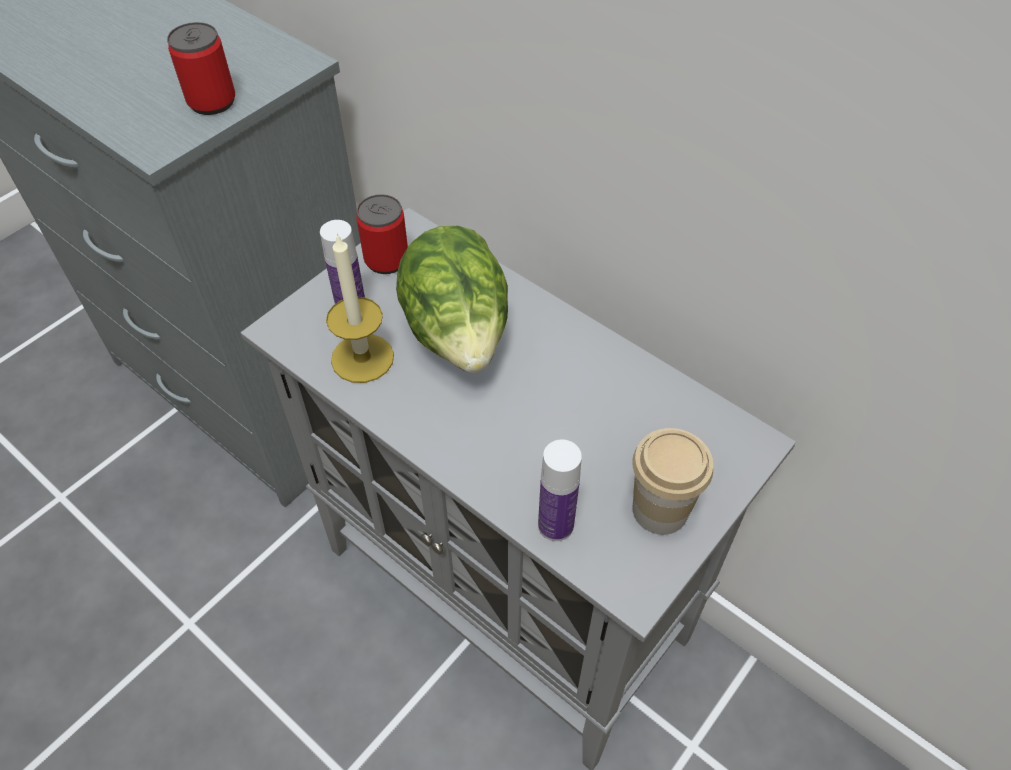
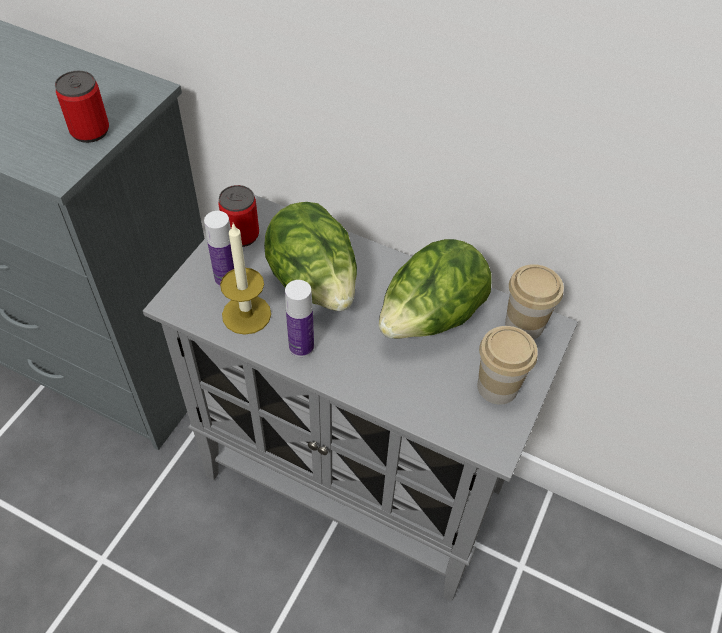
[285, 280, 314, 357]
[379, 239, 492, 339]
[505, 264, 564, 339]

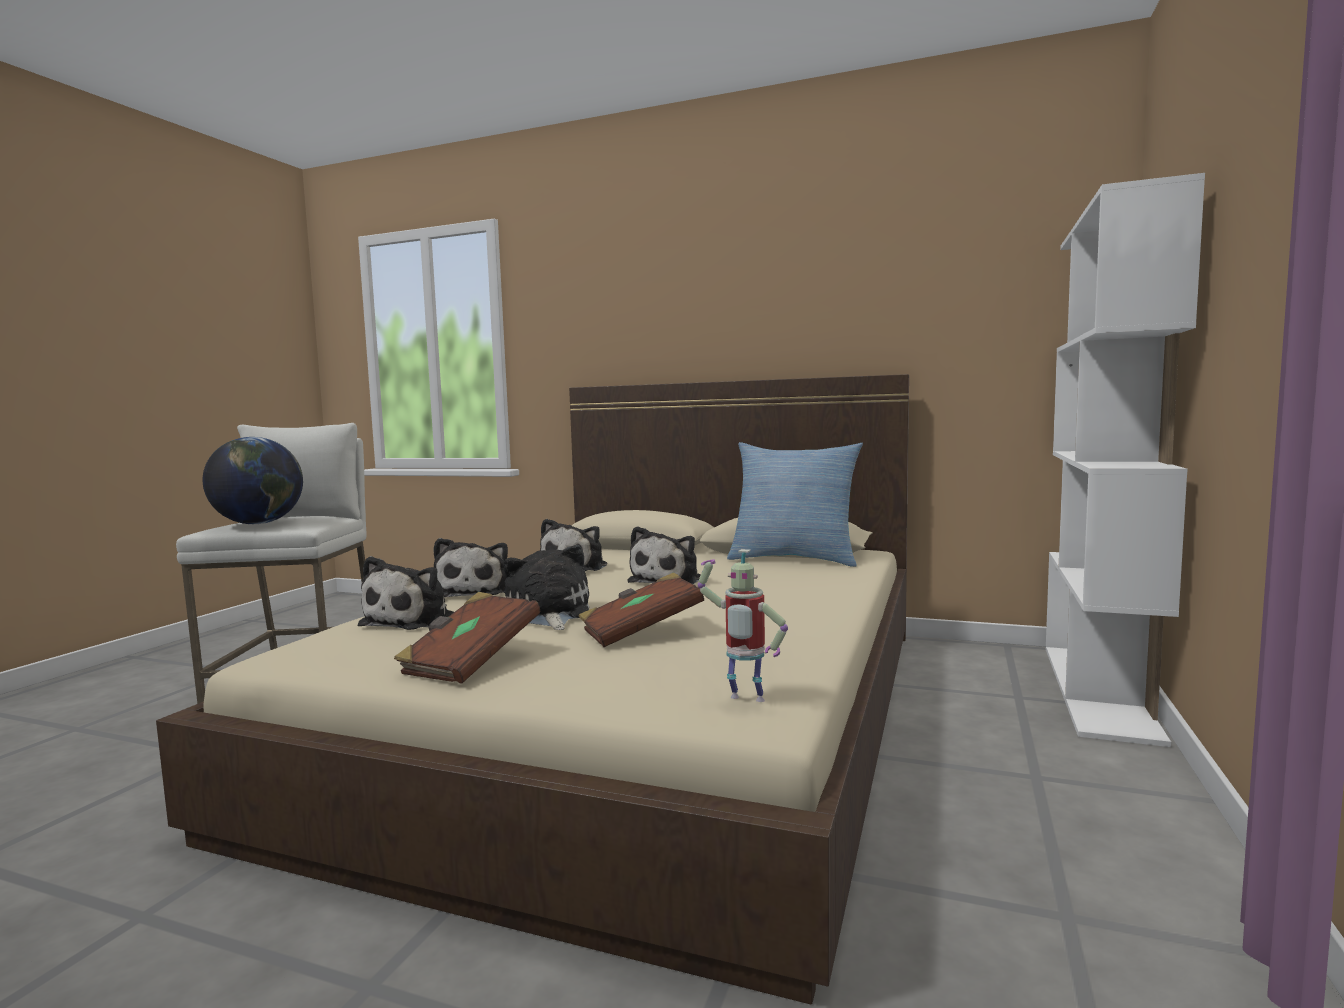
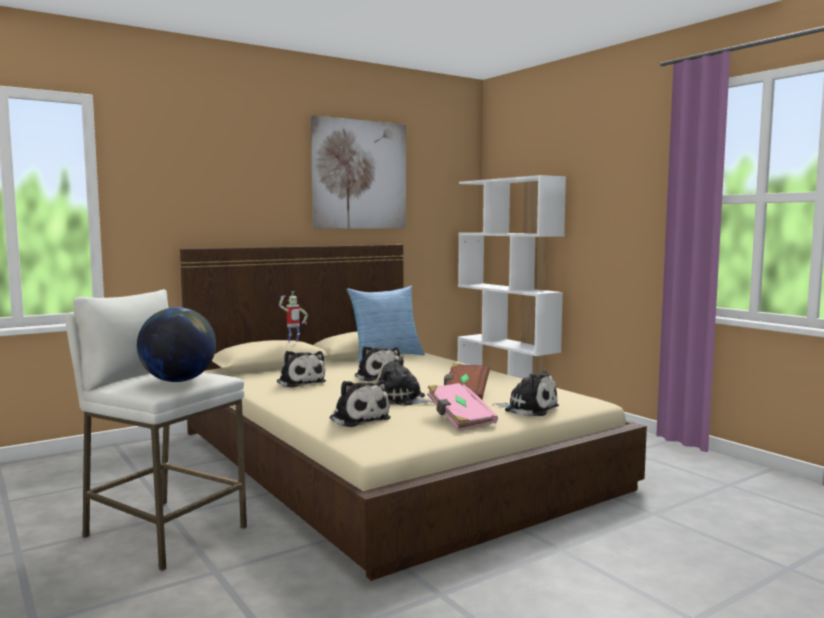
[492, 370, 559, 416]
[279, 291, 308, 343]
[427, 383, 498, 430]
[311, 115, 406, 229]

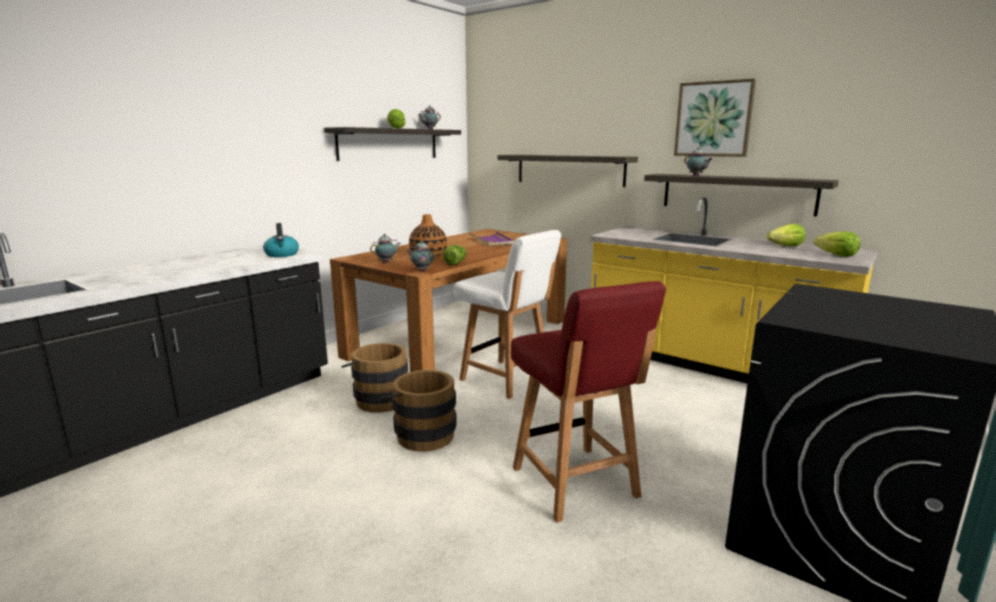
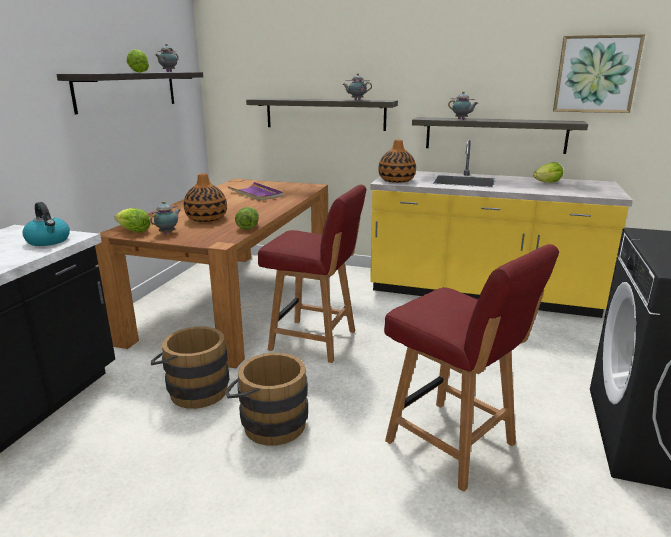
[553, 34, 645, 113]
[258, 185, 366, 363]
[115, 208, 151, 233]
[342, 73, 372, 101]
[378, 140, 416, 183]

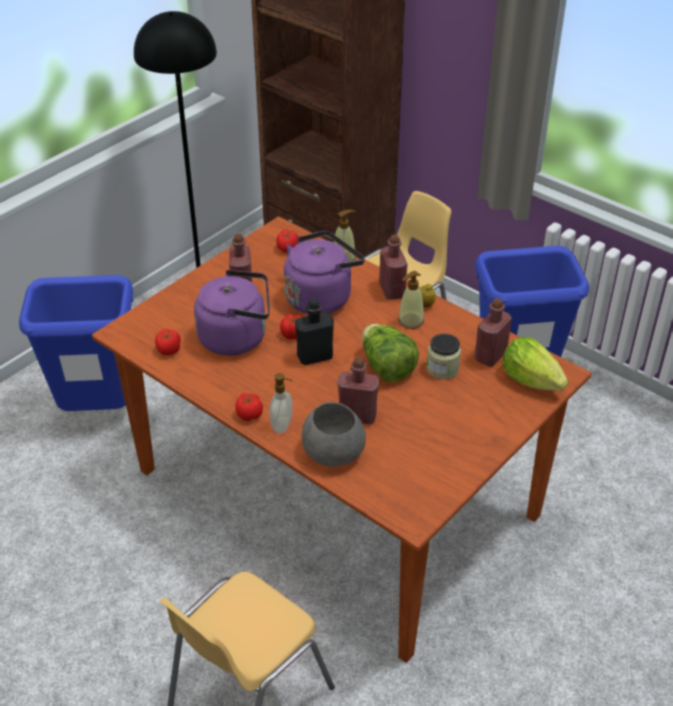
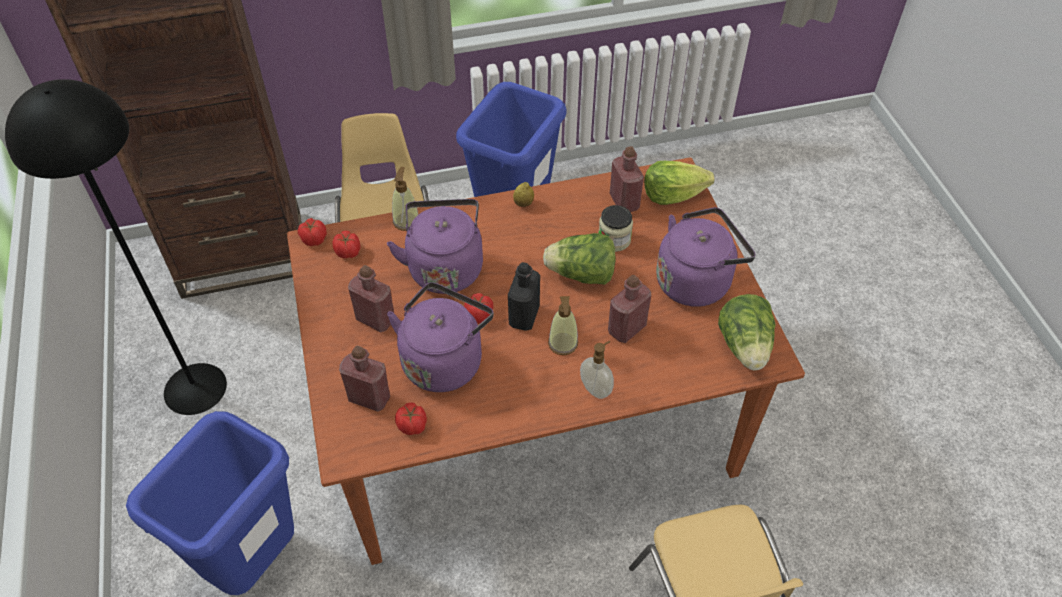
[339, 345, 390, 412]
[548, 296, 578, 355]
[298, 218, 327, 246]
[302, 402, 366, 467] (first image)
[656, 207, 756, 307]
[718, 294, 776, 371]

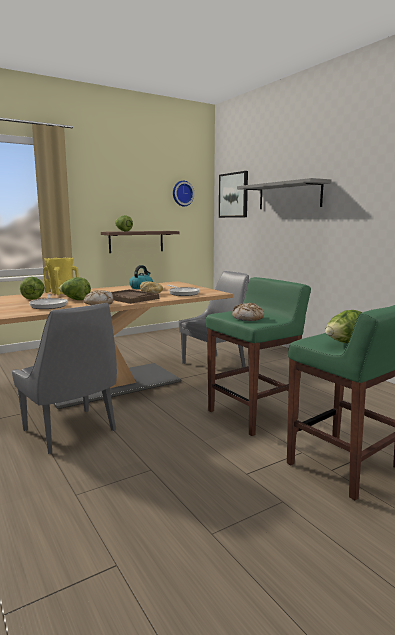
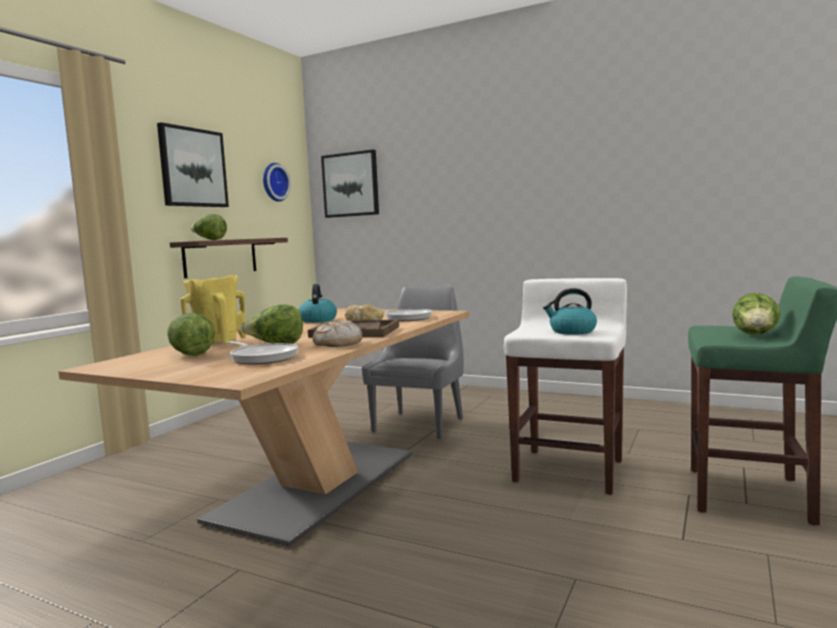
[237, 178, 331, 209] (first image)
[504, 278, 627, 495]
[12, 303, 117, 454] (first image)
[543, 288, 597, 335]
[157, 122, 229, 207]

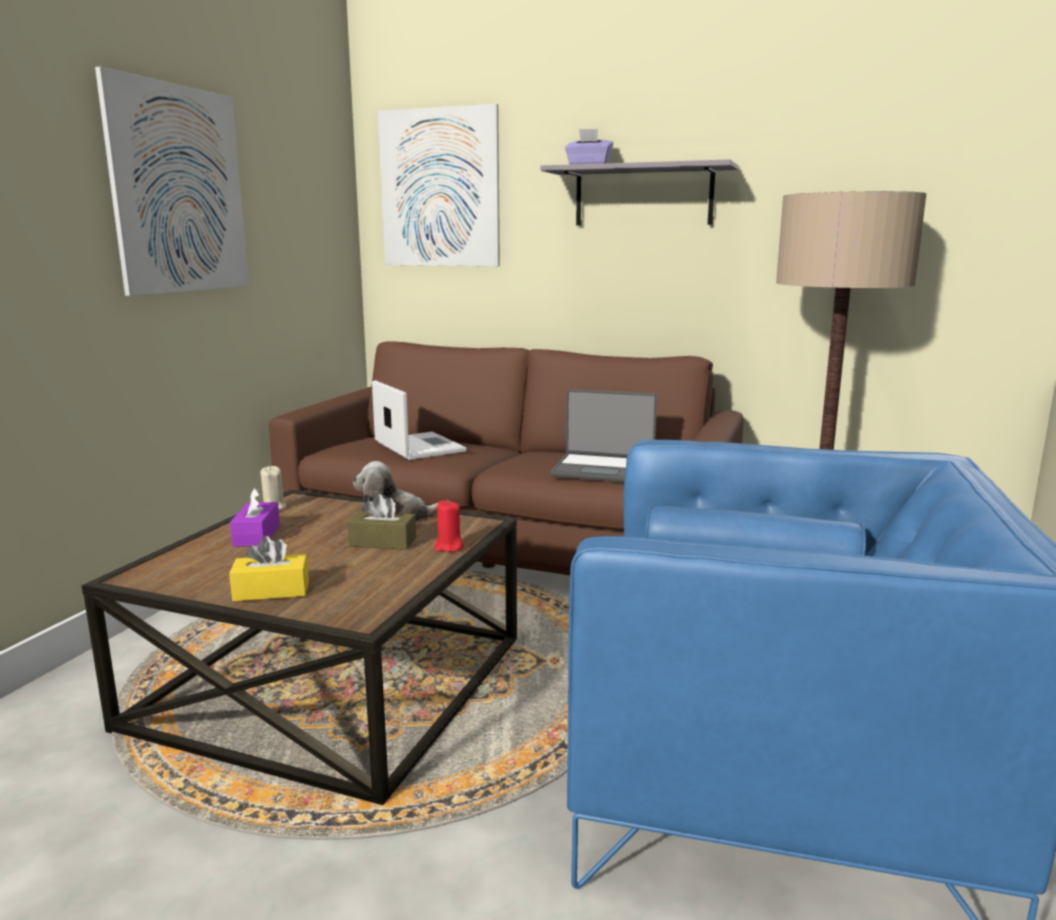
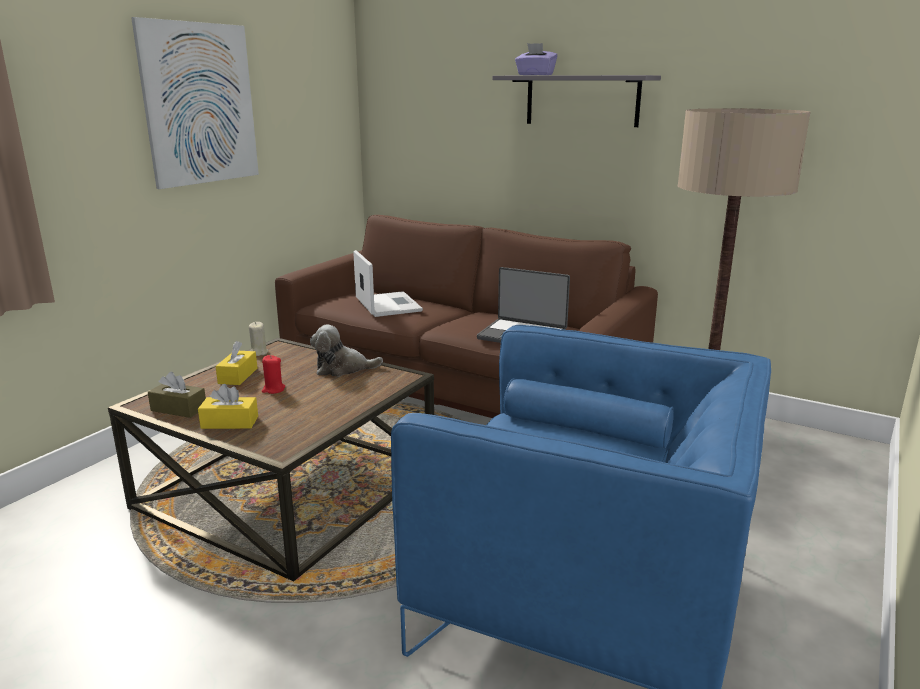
[378, 104, 500, 266] (first image)
[215, 341, 257, 385]
[148, 372, 206, 418]
[262, 355, 285, 394]

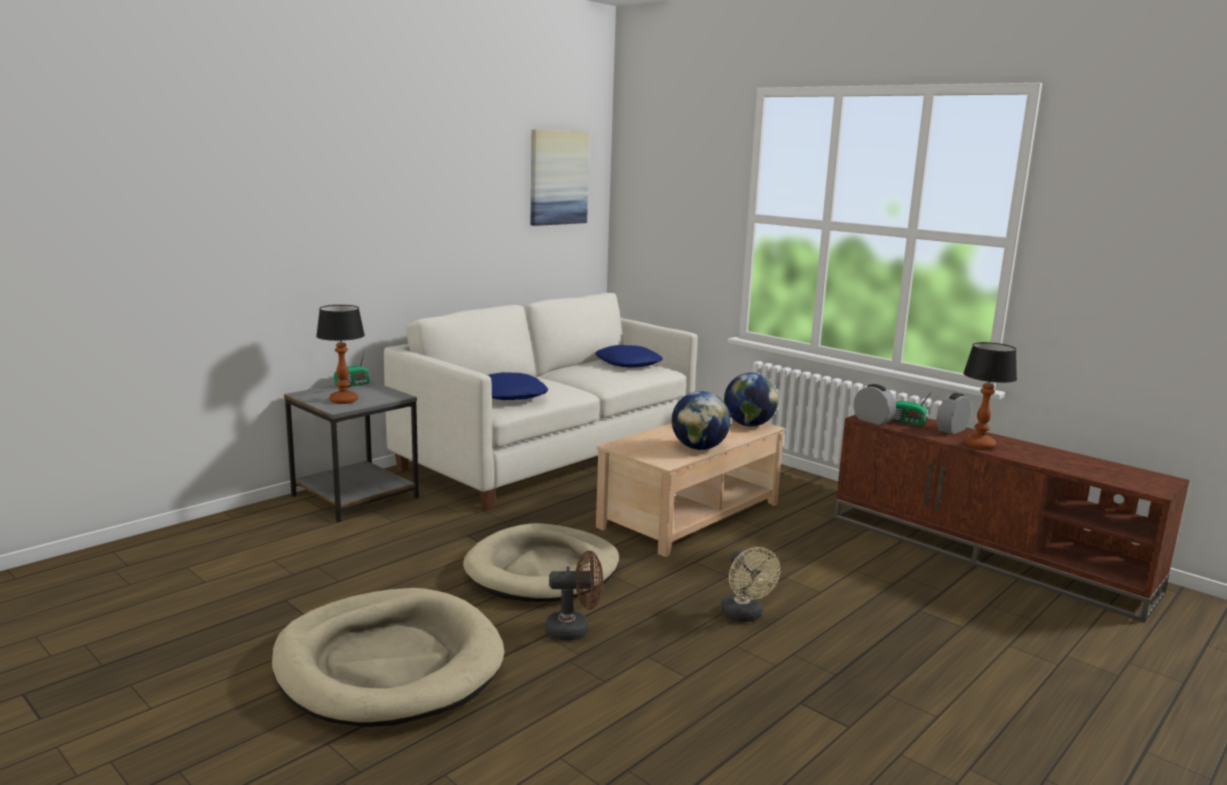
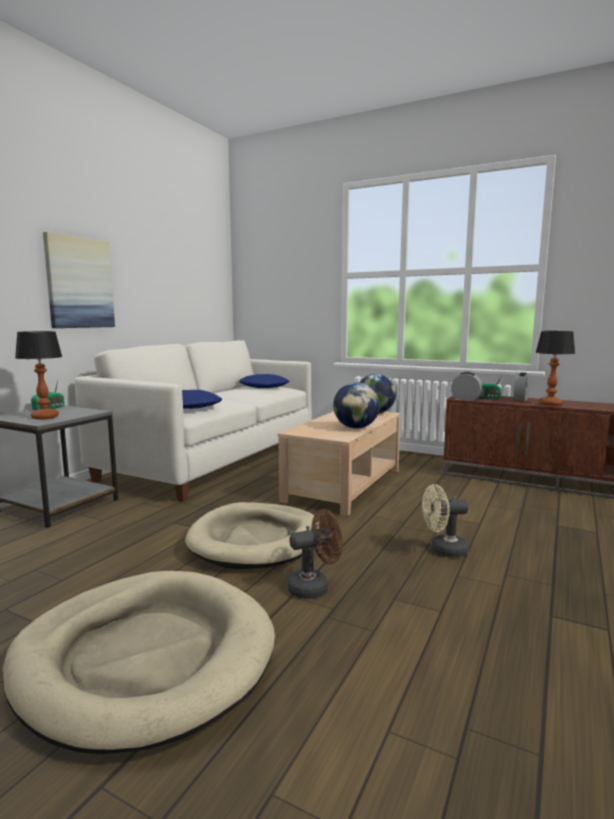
[43, 232, 115, 328]
[422, 484, 469, 557]

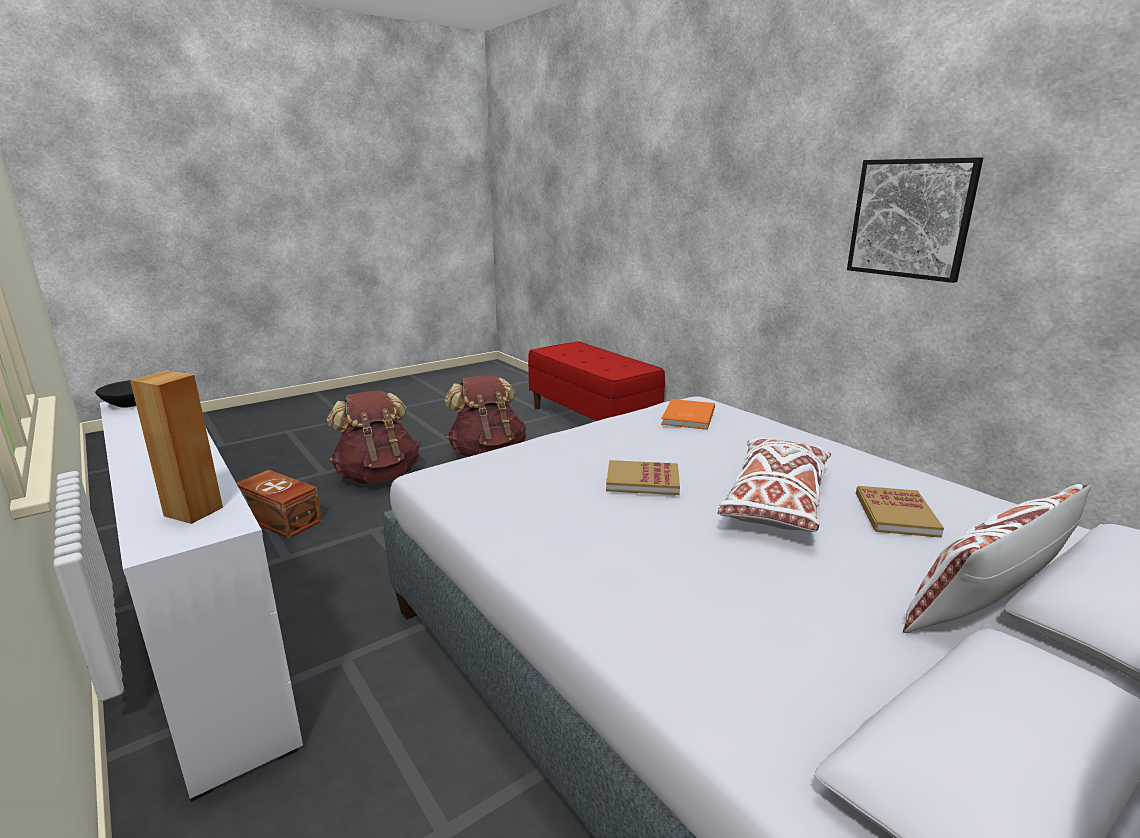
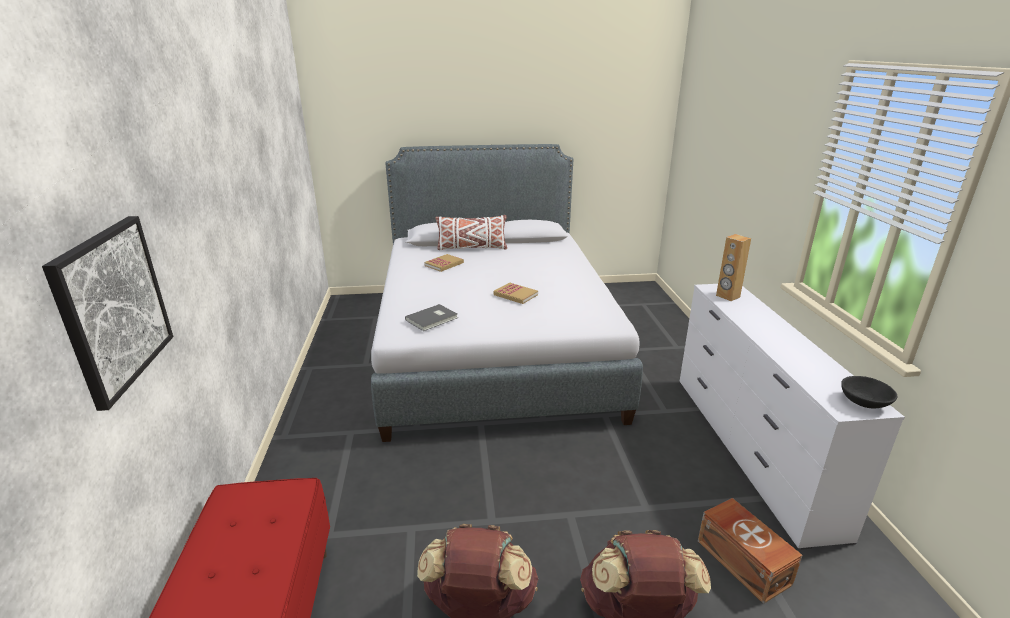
[42, 216, 173, 411]
[405, 304, 458, 331]
[718, 438, 831, 532] (first image)

